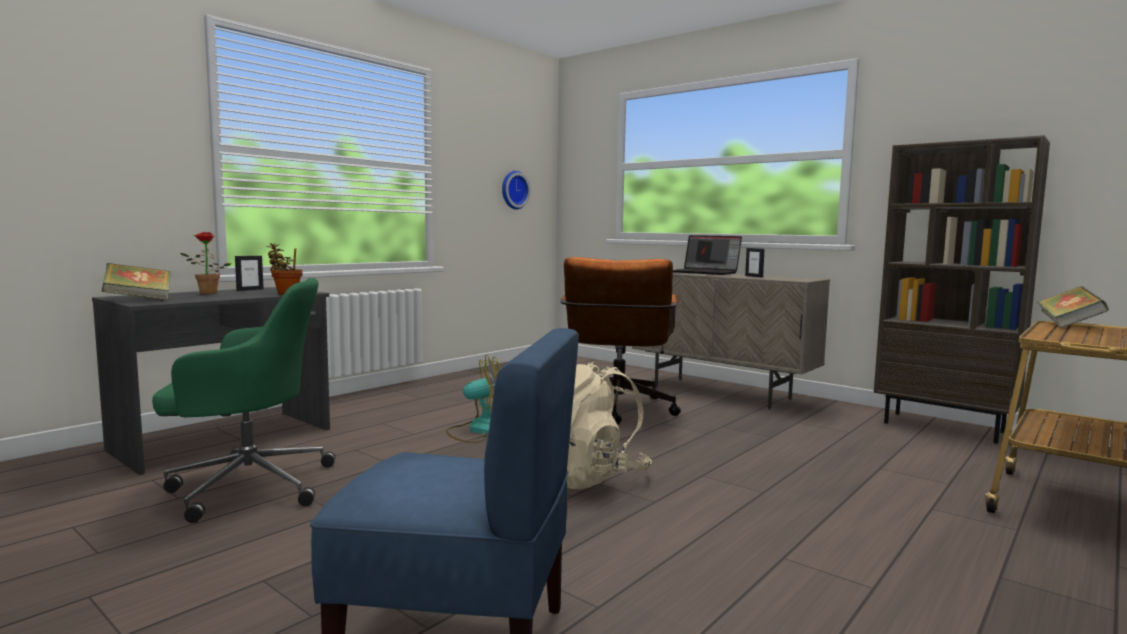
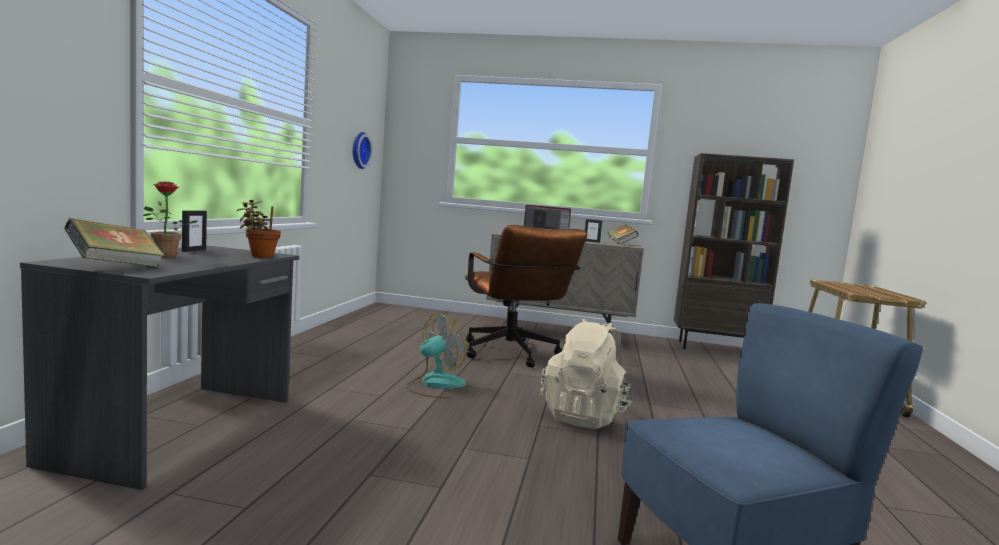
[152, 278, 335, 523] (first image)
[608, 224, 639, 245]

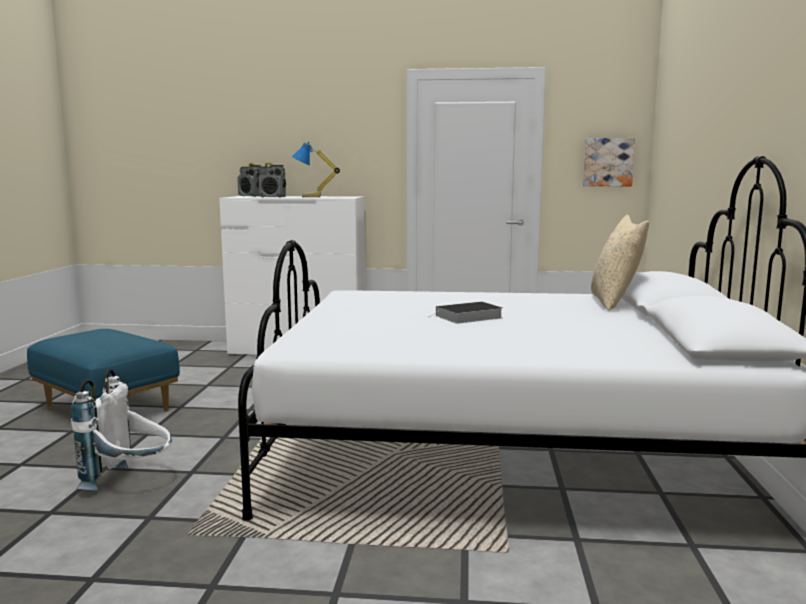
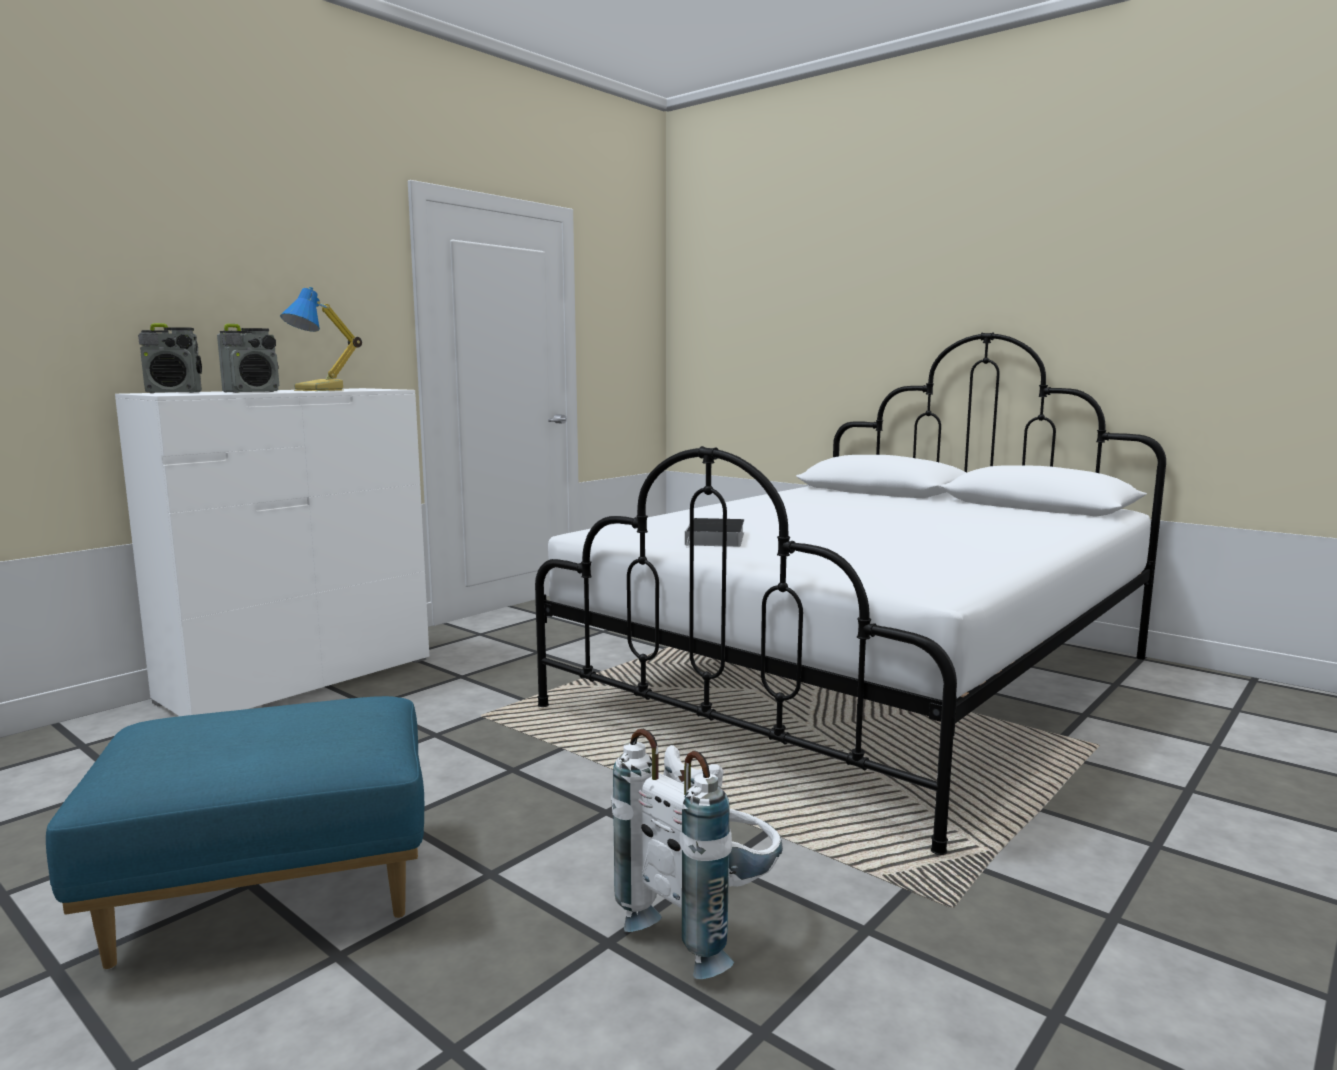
[583, 138, 635, 186] (first image)
[591, 215, 649, 311] (first image)
[685, 518, 744, 548]

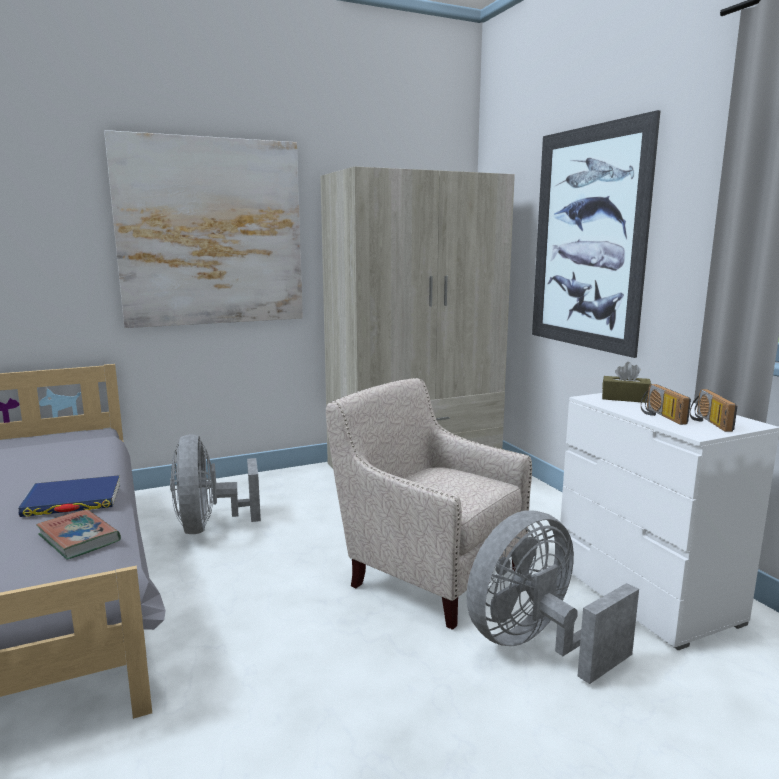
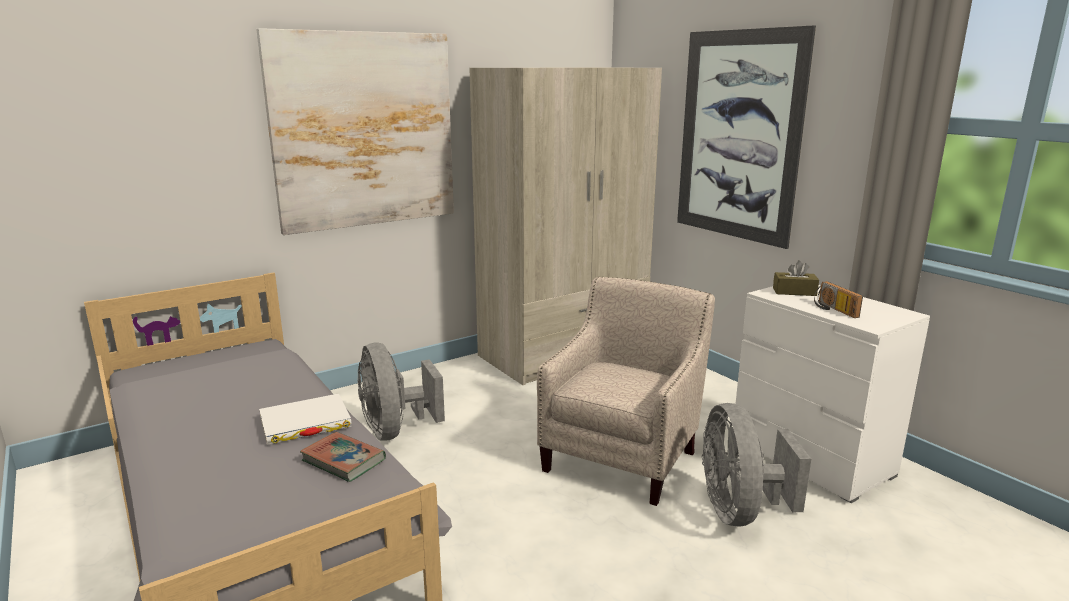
[537, 277, 715, 506]
[690, 389, 737, 432] (first image)
[259, 393, 352, 445]
[702, 403, 811, 527]

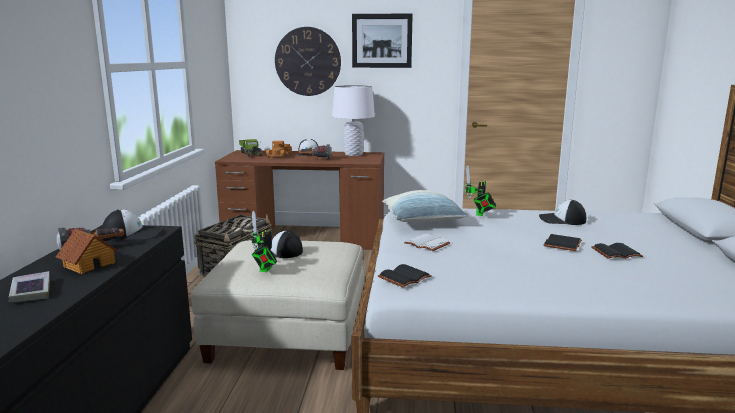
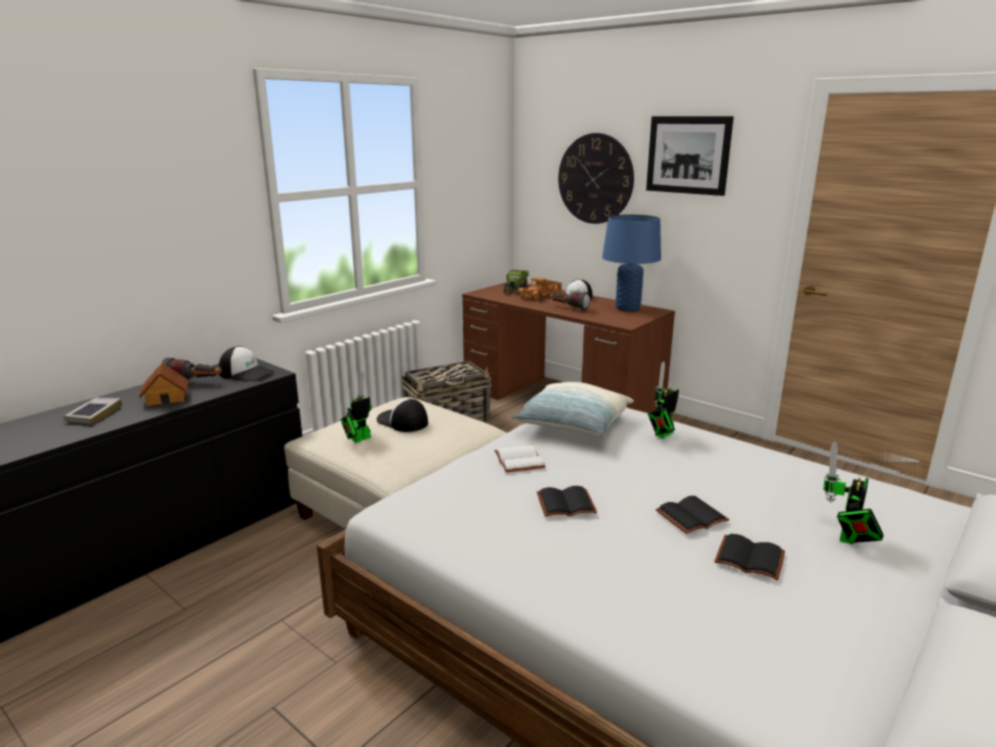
[602, 214, 661, 311]
[539, 200, 586, 225] (first image)
[537, 486, 597, 517]
[823, 441, 884, 545]

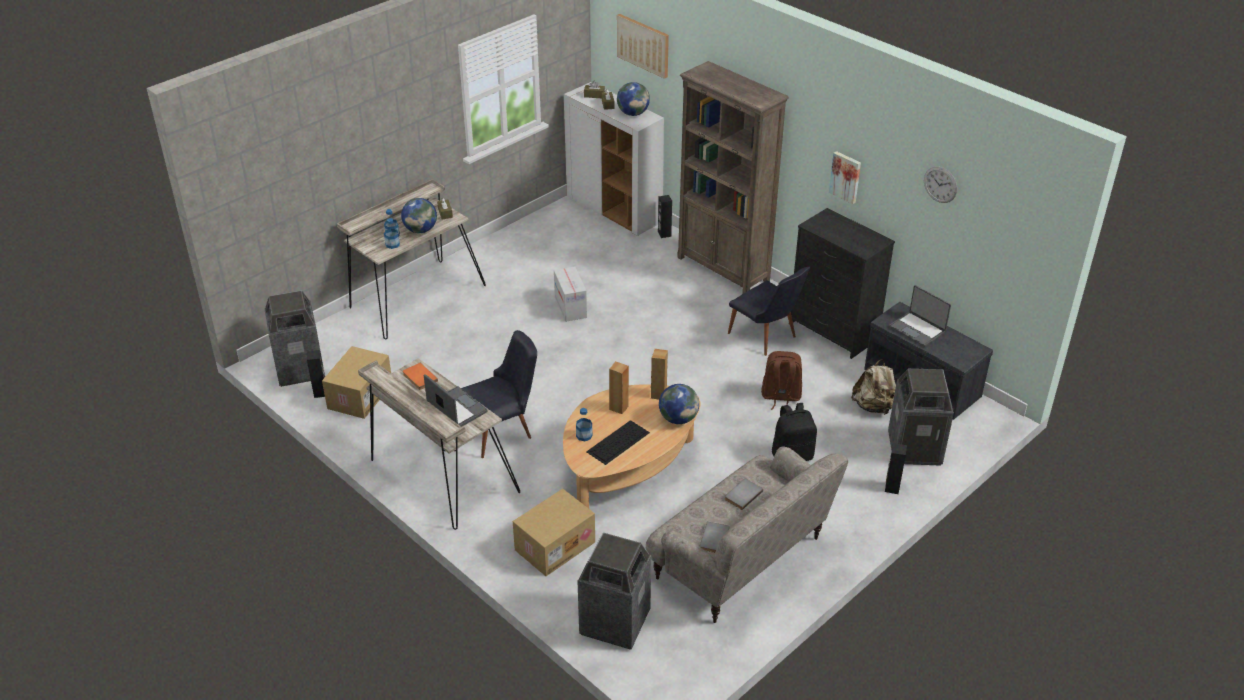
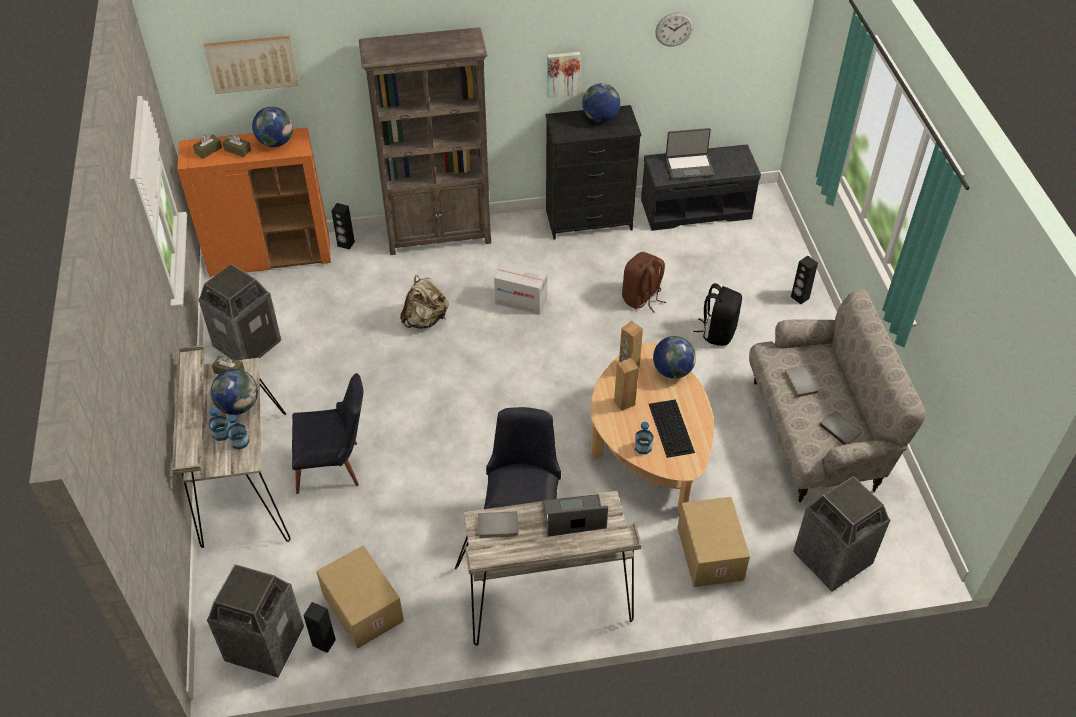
[177, 128, 331, 277]
[494, 261, 547, 315]
[292, 373, 364, 494]
[400, 275, 449, 329]
[478, 511, 519, 538]
[198, 264, 281, 360]
[582, 83, 620, 122]

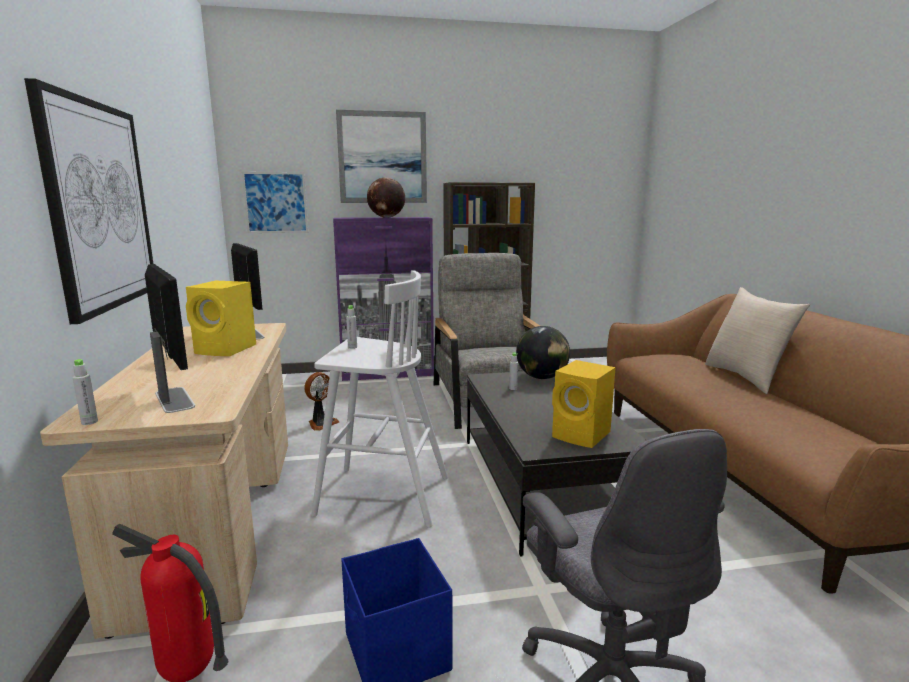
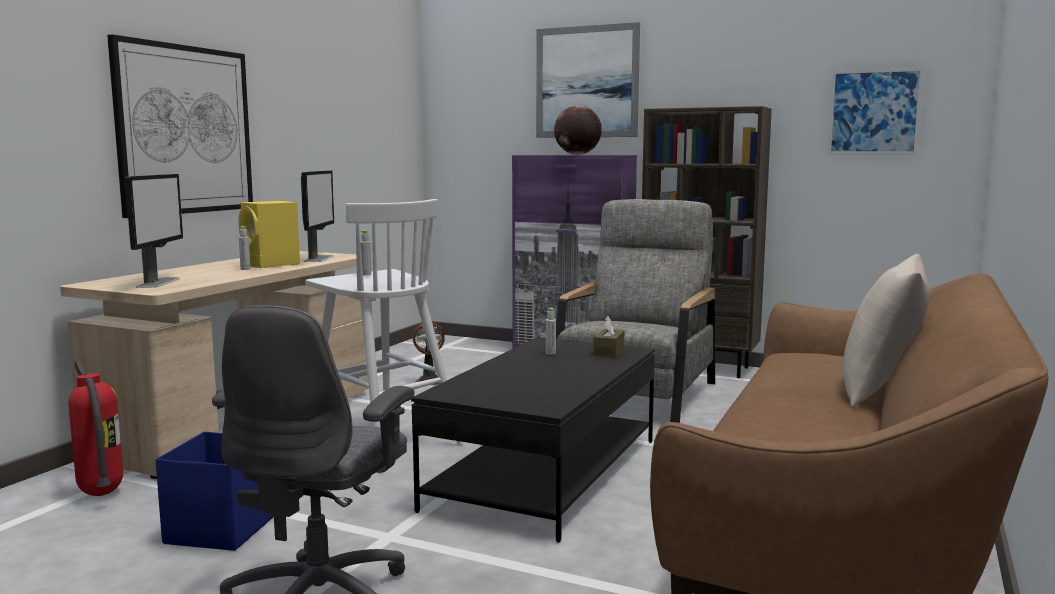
[828, 68, 923, 154]
[593, 316, 624, 357]
[239, 226, 250, 270]
[552, 360, 616, 448] (first image)

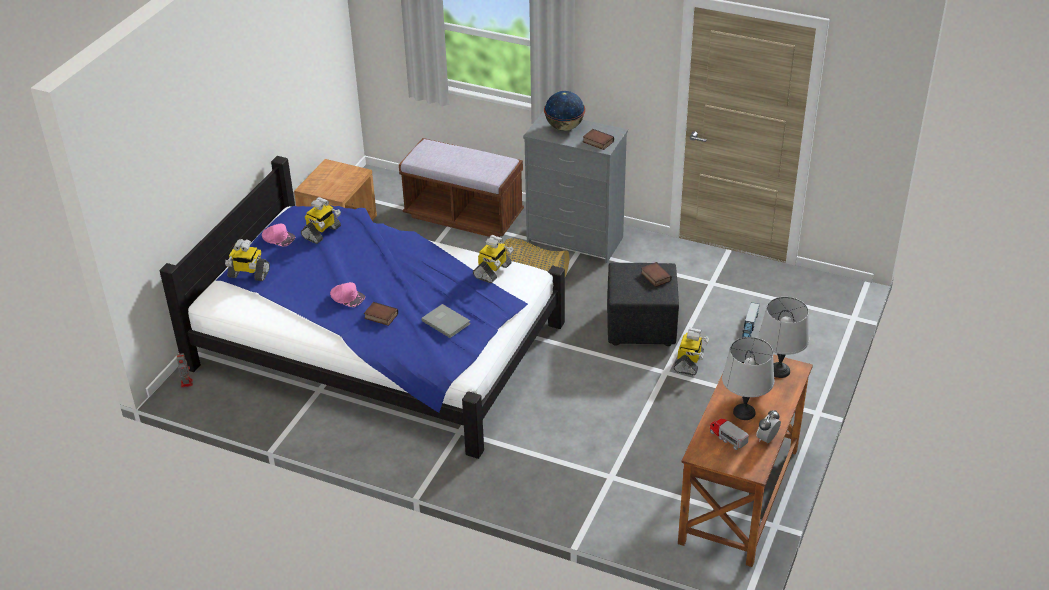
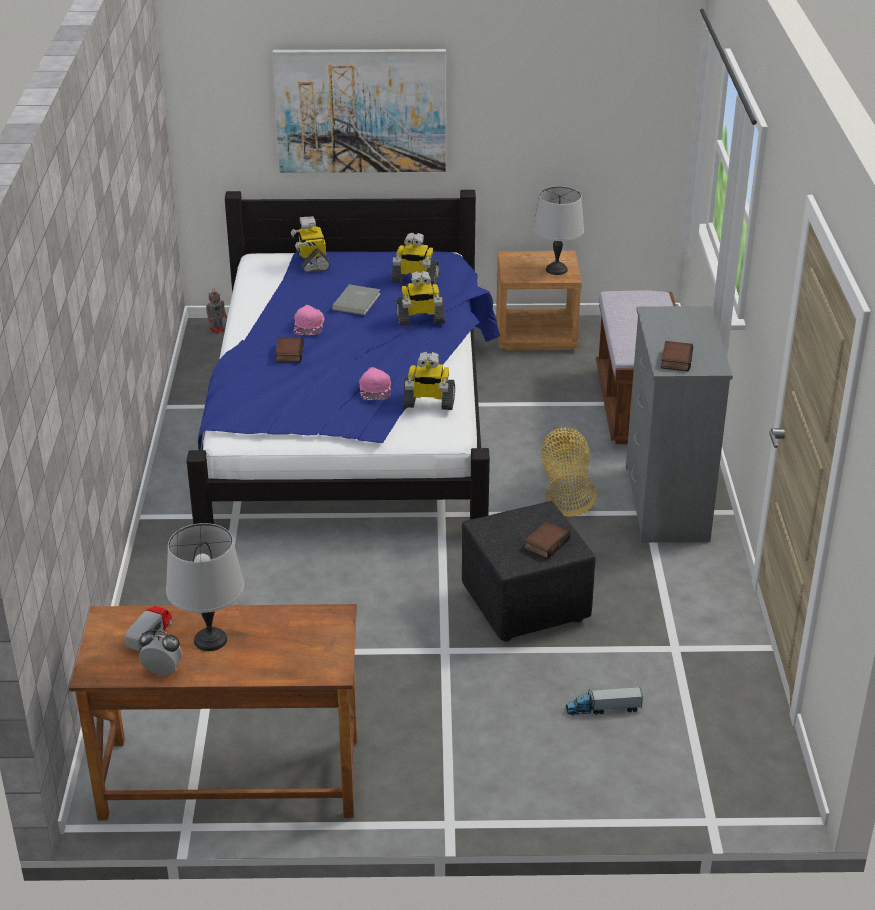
[544, 91, 585, 131] (first image)
[359, 367, 391, 400]
[533, 186, 584, 275]
[332, 285, 381, 315]
[397, 271, 445, 325]
[272, 49, 446, 173]

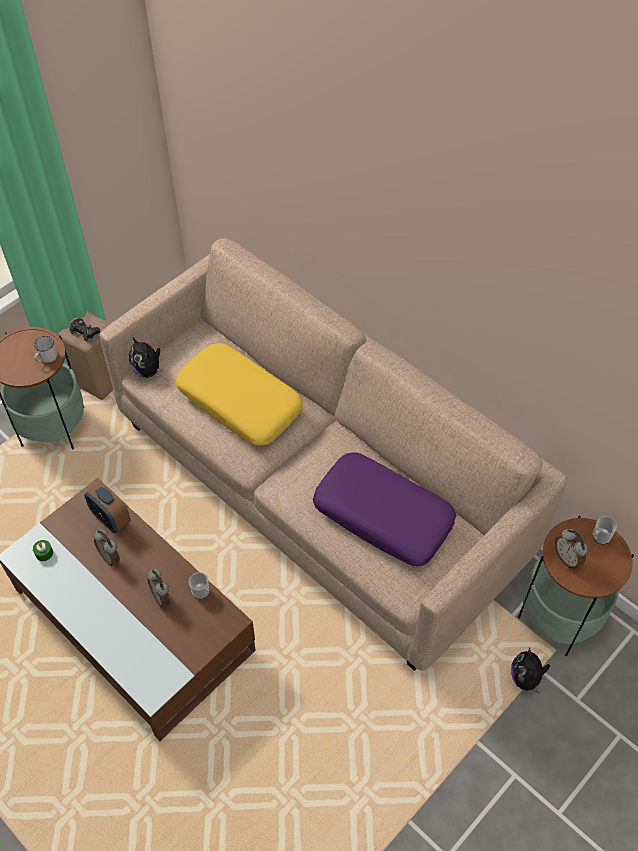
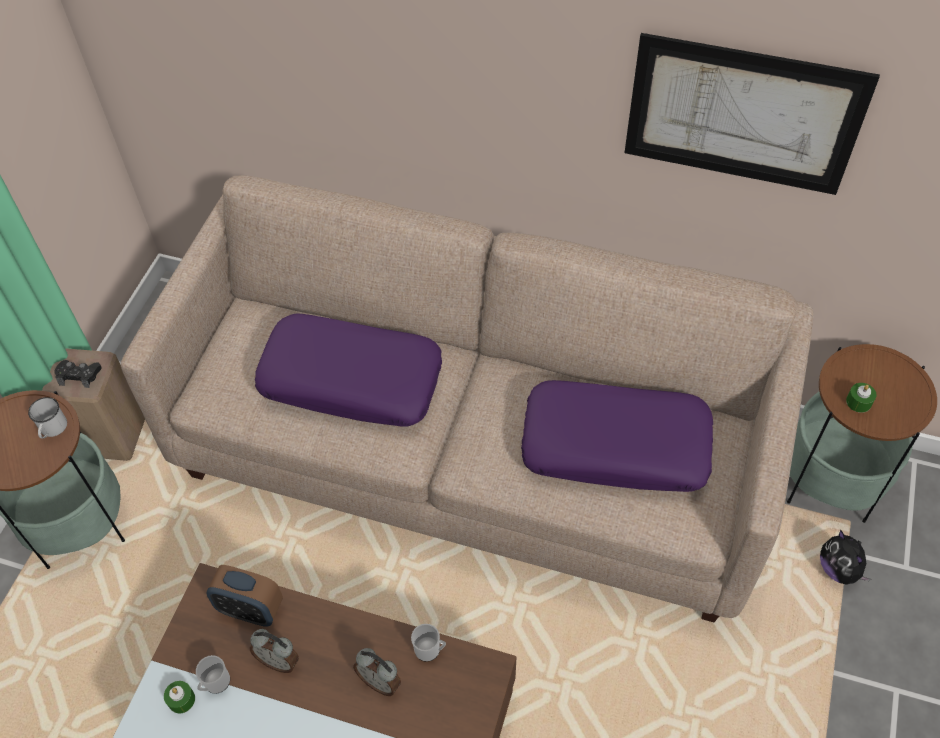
[129, 337, 164, 378] (first image)
[255, 313, 442, 427]
[196, 655, 230, 694]
[846, 383, 876, 413]
[624, 33, 880, 195]

